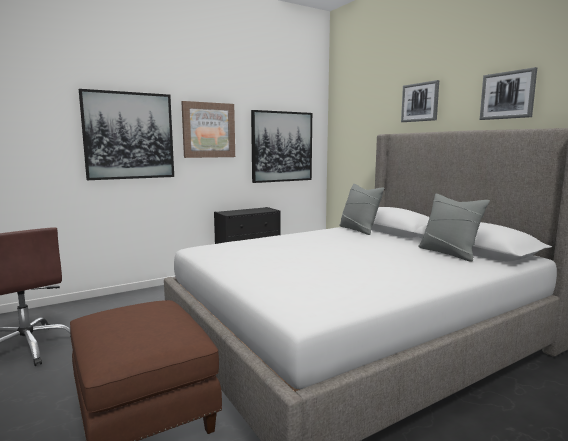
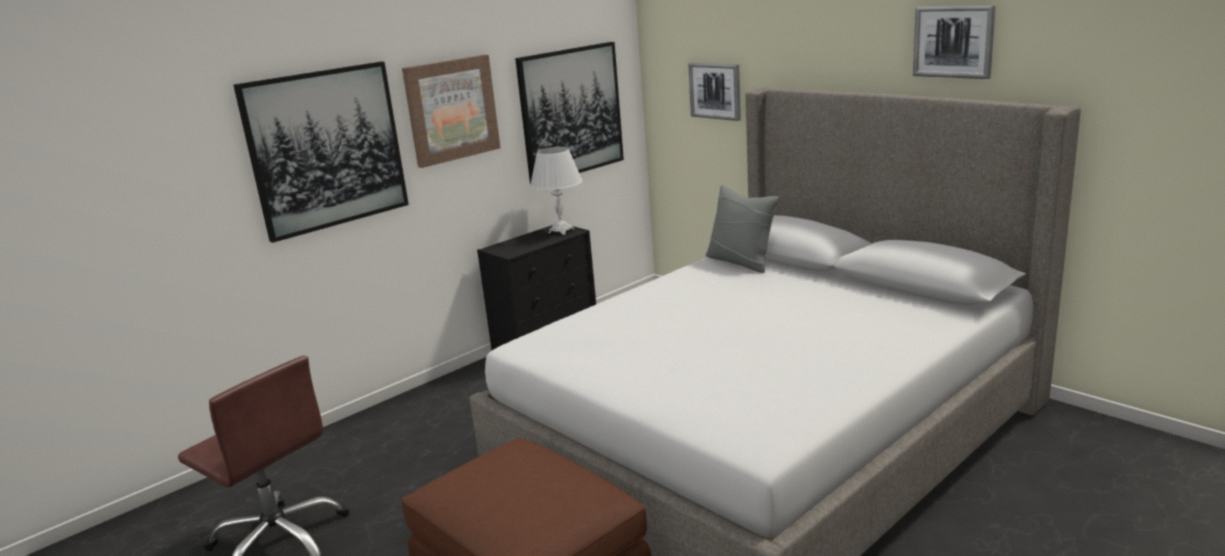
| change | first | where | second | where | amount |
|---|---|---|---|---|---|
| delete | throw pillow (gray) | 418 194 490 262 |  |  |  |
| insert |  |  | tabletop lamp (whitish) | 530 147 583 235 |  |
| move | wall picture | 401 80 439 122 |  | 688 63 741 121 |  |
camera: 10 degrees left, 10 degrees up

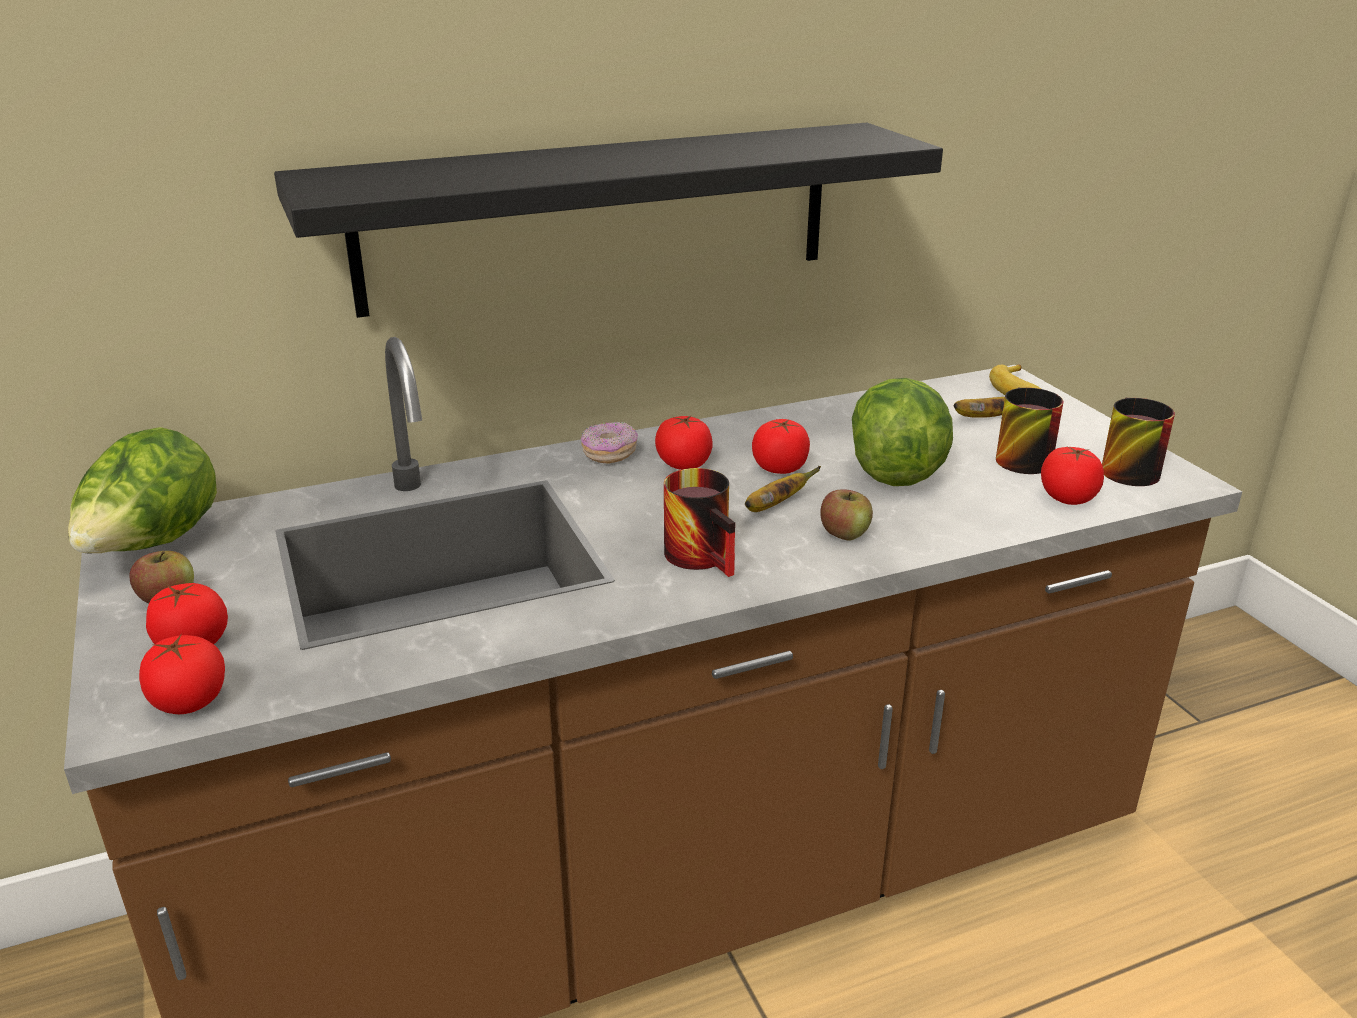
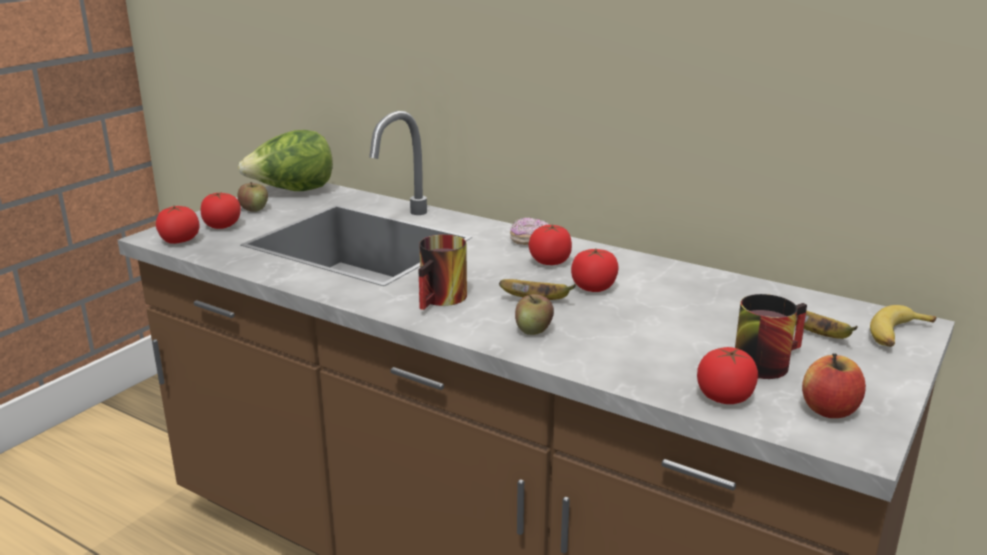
| change | first | where | second | where | amount |
|---|---|---|---|---|---|
| delete | bracket shelf (black-coloured) | 274 123 943 318 |  |  |  |
| delete | head of lettuce | 852 378 953 486 |  |  |  |
| replace | mug | 1102 398 1175 486 | whole apple | 802 353 866 418 |  |
camera: 55 degrees right, 5 degrees down

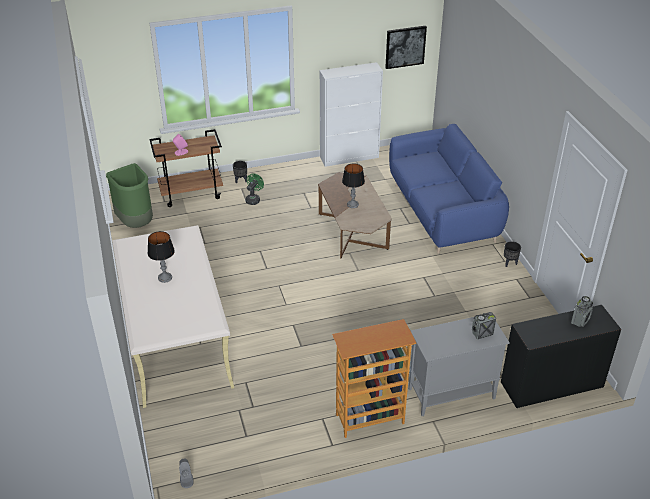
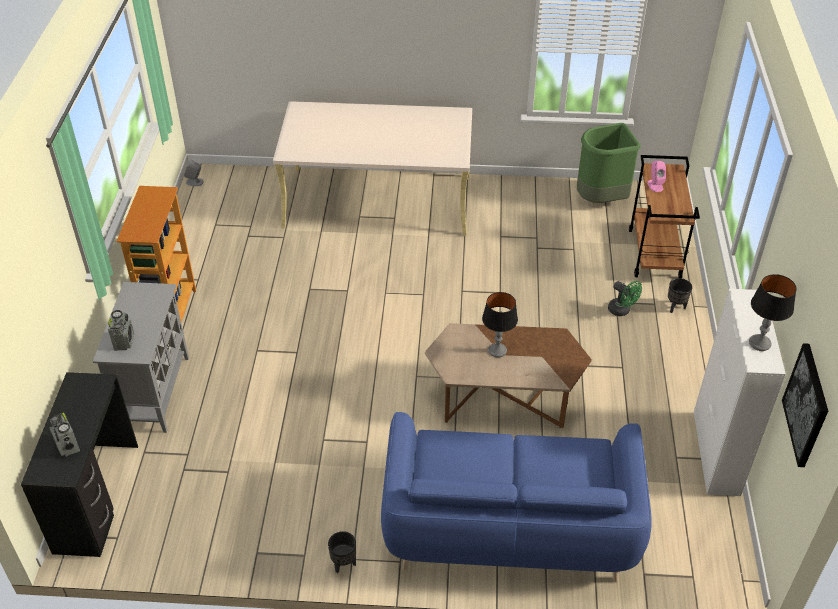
| change | first | where | second | where | amount |
|---|---|---|---|---|---|
| move | tabletop lamp | 148 231 175 283 |  | 749 274 797 351 |  |
camera: 110 degrees right, 5 degrees up

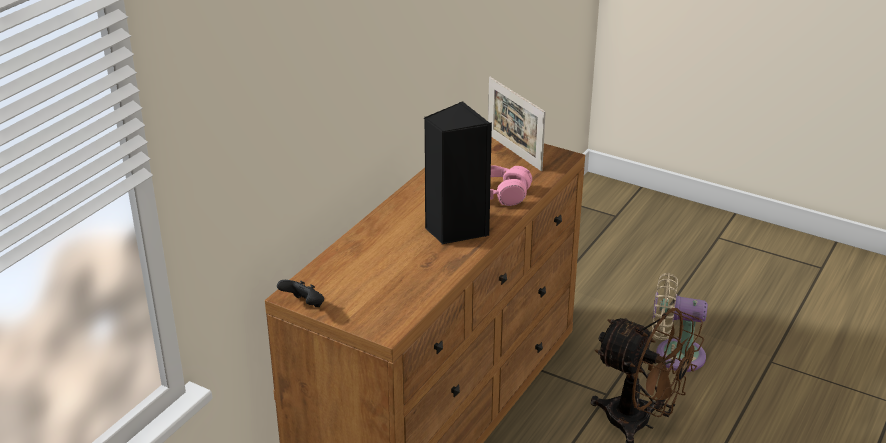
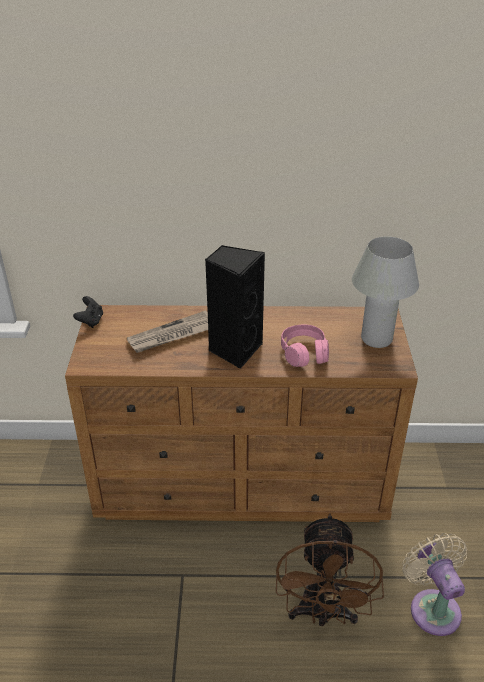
| change | first | where | second | where | amount |
|---|---|---|---|---|---|
| insert |  |  | printed paper | 127 310 208 353 |  |
| replace | standing frame | 488 77 546 171 | tabletop lamp (whitish) | 352 237 419 348 |  |
camera: 60 degrees right, 5 degrees up

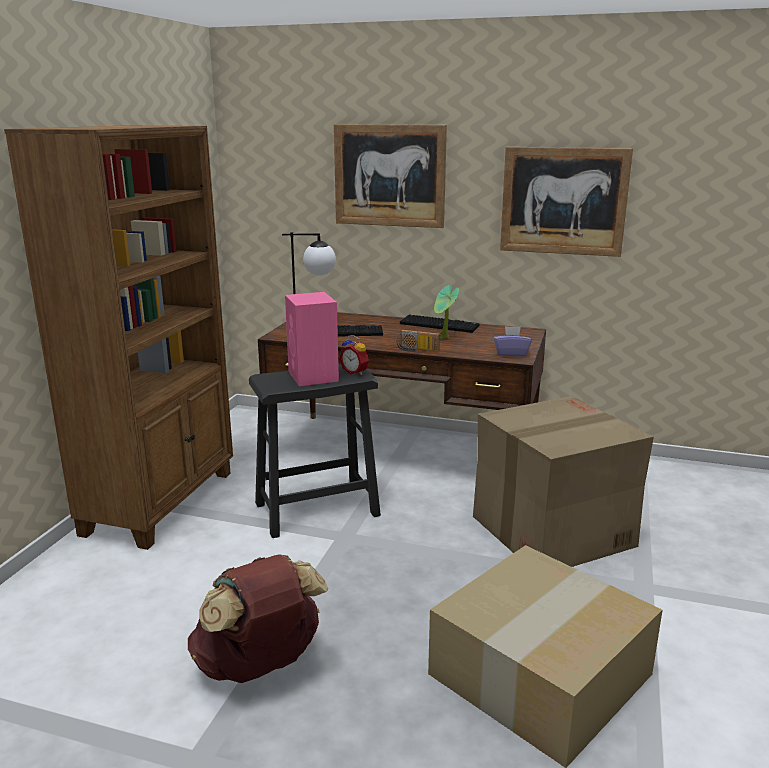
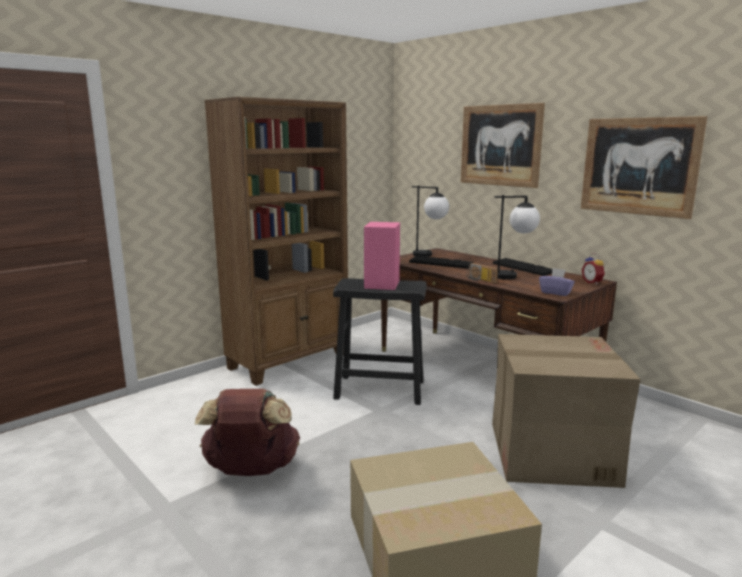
| change | first | where | second | where | amount |
|---|---|---|---|---|---|
| move | table clock | 339 335 369 375 |  | 582 253 605 284 |  |
| replace | plant in a pot | 434 285 459 339 | tabletop lamp | 495 195 540 280 |  |
camera: 30 degrees right, 5 degrees down

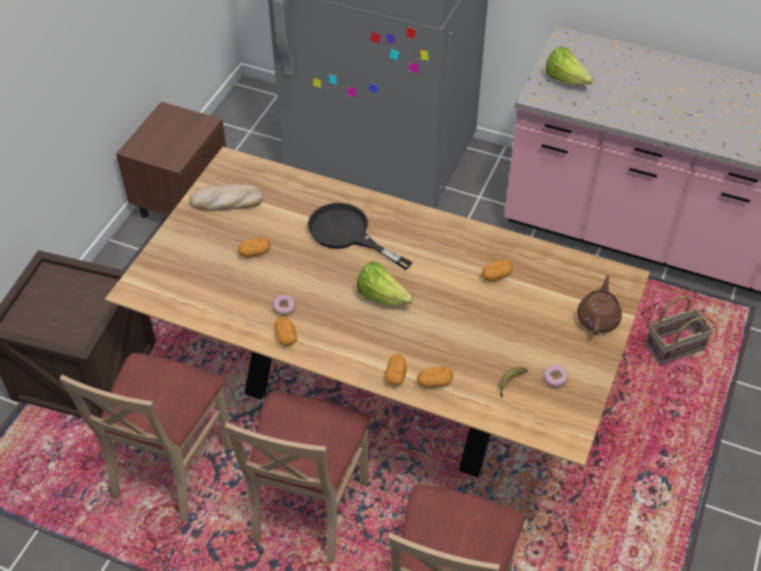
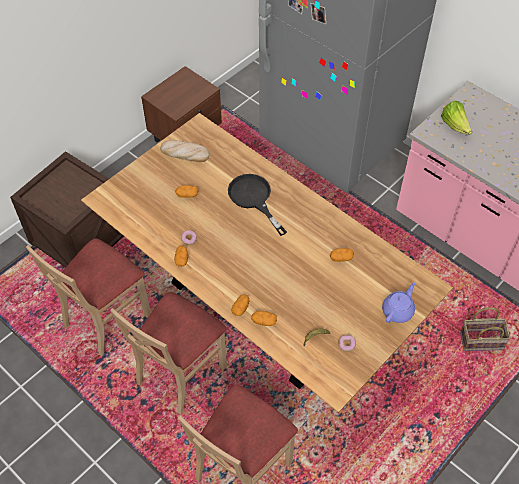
| change | first | where | second | where | amount |
|---|---|---|---|---|---|
| delete | head of lettuce | 357 261 414 306 |  |  |  |
| recolor | teapot (brown) | 577 275 622 335 | teapot (purple) | 382 282 415 323 |  |
camera: 20 degrees right, 5 degrees up

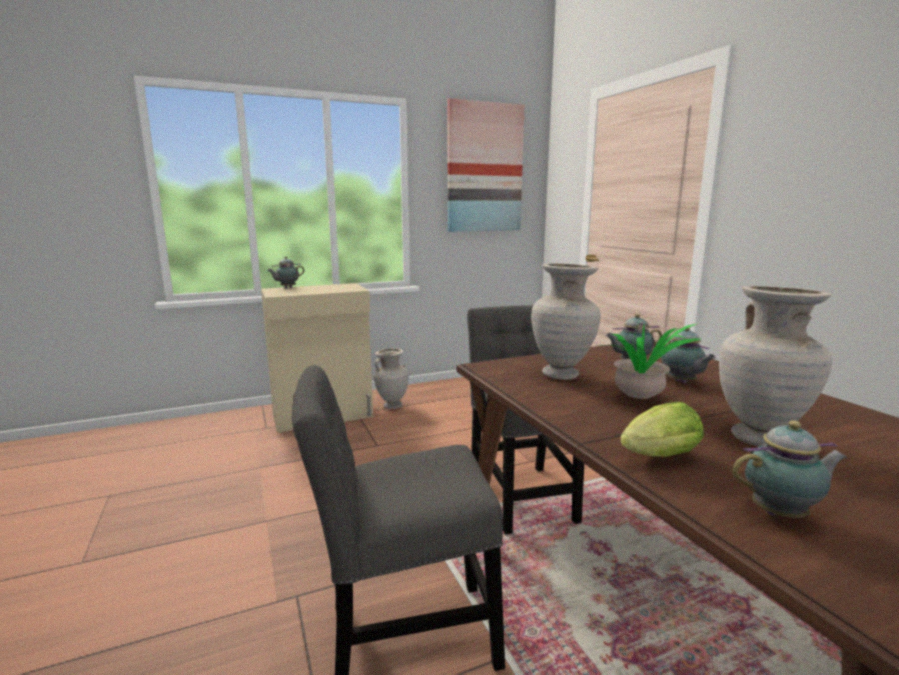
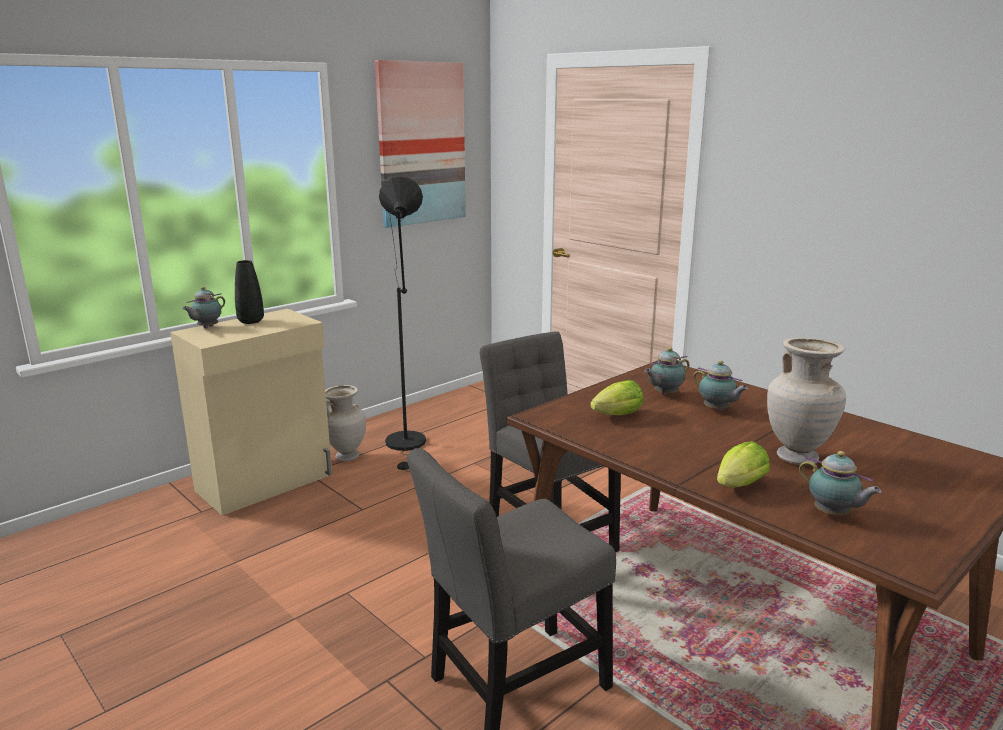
| change | first | where | second | where | amount |
|---|---|---|---|---|---|
| delete | plant in a pot | 599 322 700 399 |  |  |  |
| insert |  |  | decorative vase (black-coloured) | 235 260 264 324 |  |
| insert |  |  | standard lamp (black-coloured) | 379 177 426 471 |  |
| replace | decorative vase (beige) | 531 264 601 380 | head of lettuce | 590 380 644 415 |  |
| rotate | teapot | 732 420 847 518 |  | 799 451 882 516 | 75 degrees clockwise |
camera: 20 degrees left, 5 degrees up

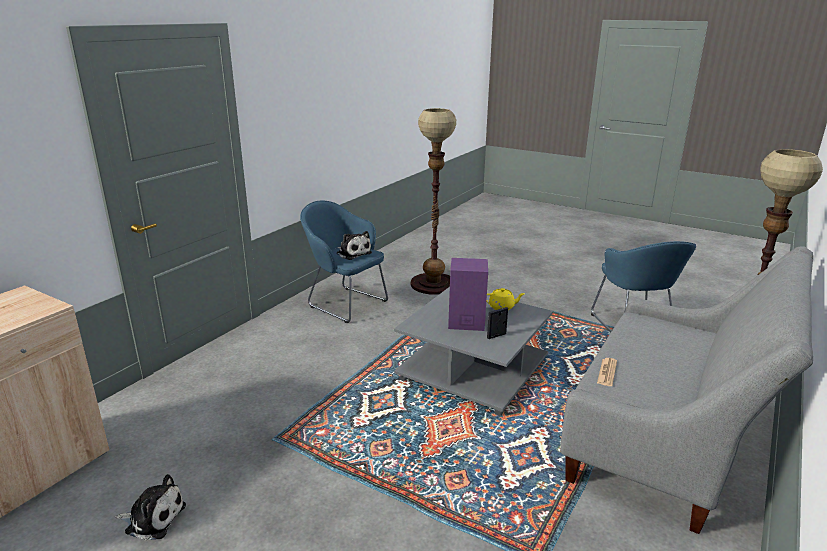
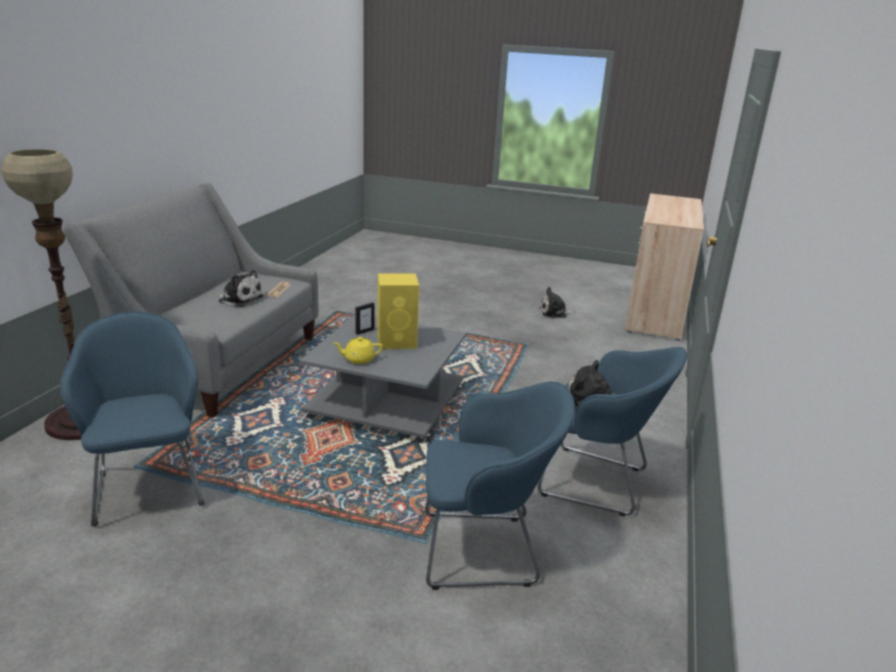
| change | first | where | second | where | amount |
|---|---|---|---|---|---|
| insert |  |  | plush toy | 214 270 264 307 |  |
| replace | standard lamp | 410 108 456 295 | armchair (blue-coloured) | 425 382 575 590 |  |
| recolor | loudspeaker (purple) | 448 258 488 331 | loudspeaker (yellowish) | 377 274 419 349 |  |
camera: 165 degrees right, 0 degrees up

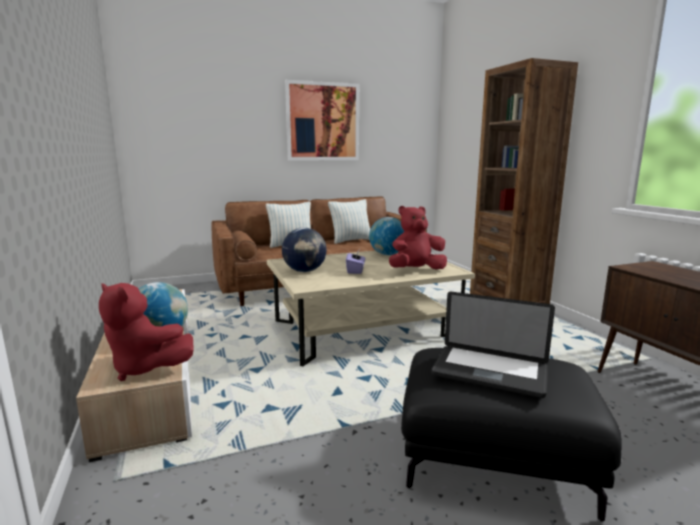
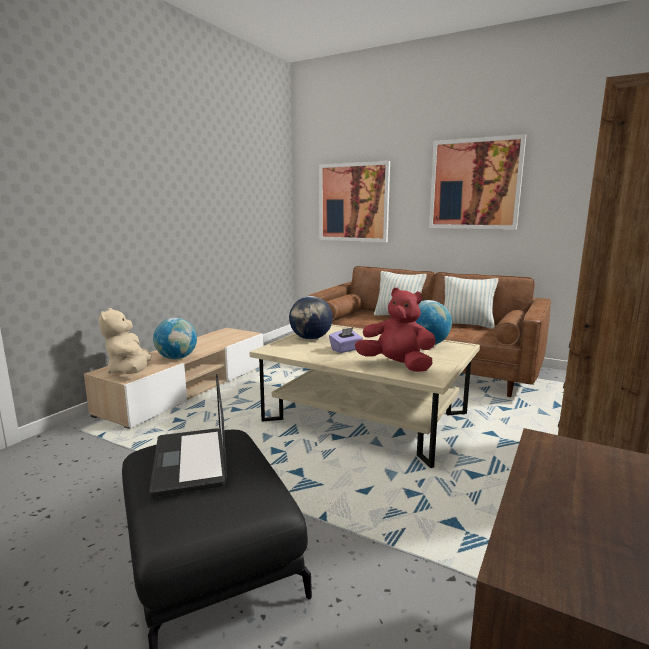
| change | first | where | second | where | amount |
|---|---|---|---|---|---|
| insert |  |  | wall picture | 319 161 390 242 |  |
| recolor | plush toy (reddish) | 99 283 194 381 | plush toy (beige) | 99 308 151 374 |  |
camera: 50 degrees right, 0 degrees up

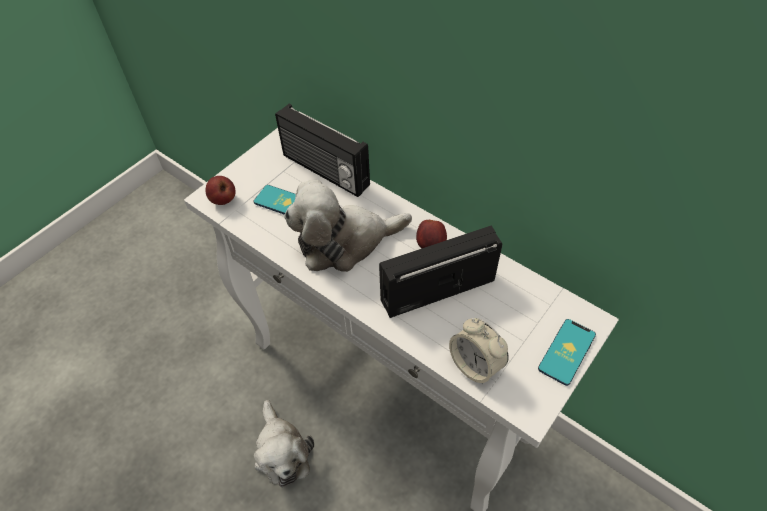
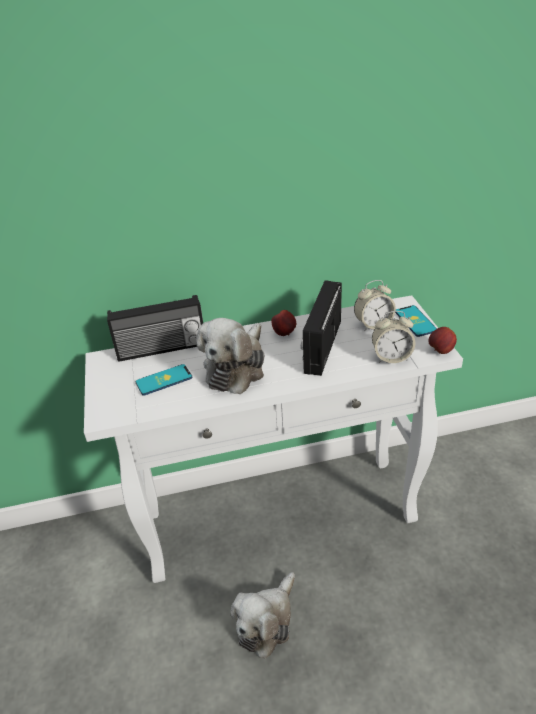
| change | first | where | second | where | amount |
|---|---|---|---|---|---|
| insert |  |  | table clock | 354 280 396 331 |  |
| move | whole apple | 206 176 236 205 |  | 428 327 457 354 |  |
| rotate | plush toy | 254 400 314 487 |  | 231 572 295 659 | 105 degrees clockwise |
camera: 50 degrees left, 15 degrees down

